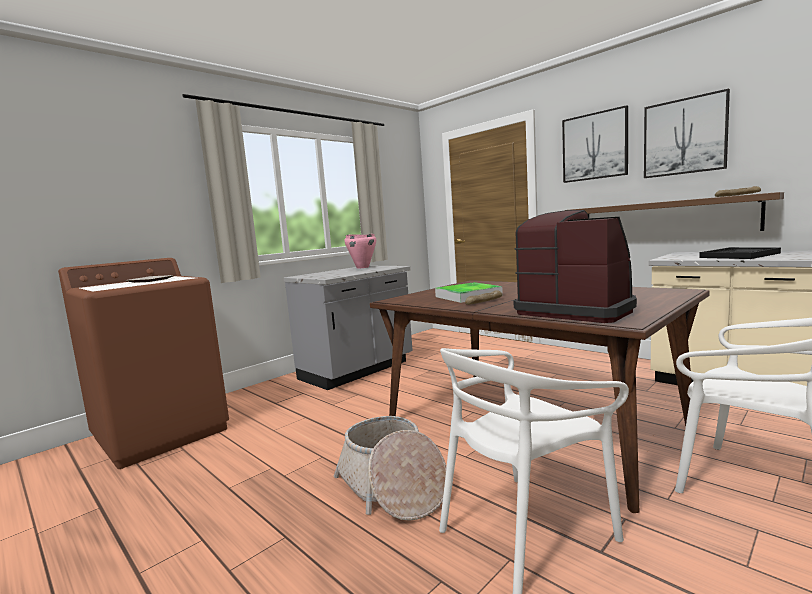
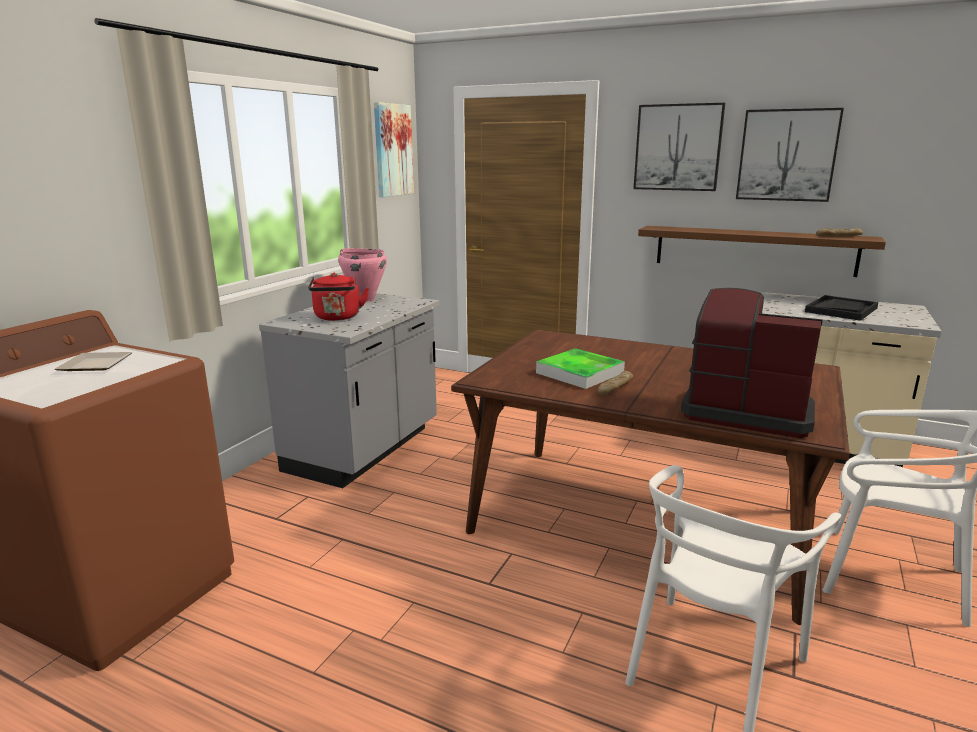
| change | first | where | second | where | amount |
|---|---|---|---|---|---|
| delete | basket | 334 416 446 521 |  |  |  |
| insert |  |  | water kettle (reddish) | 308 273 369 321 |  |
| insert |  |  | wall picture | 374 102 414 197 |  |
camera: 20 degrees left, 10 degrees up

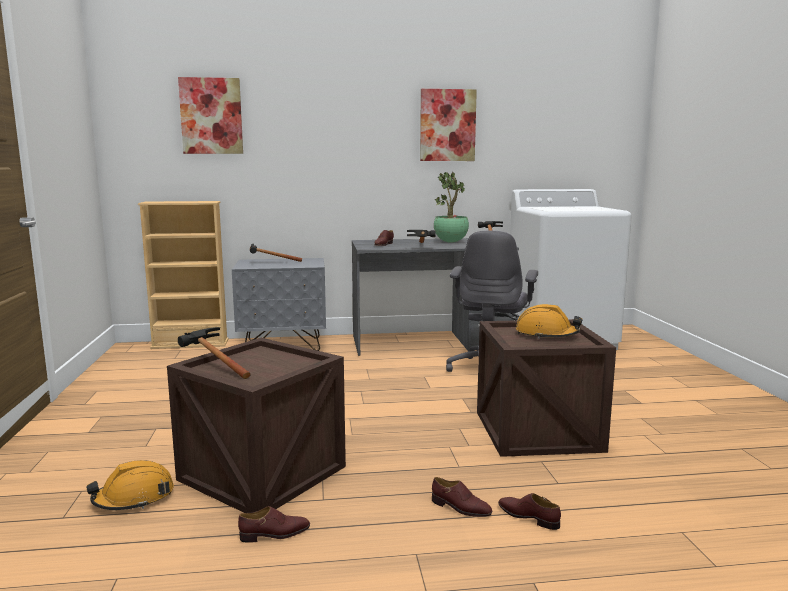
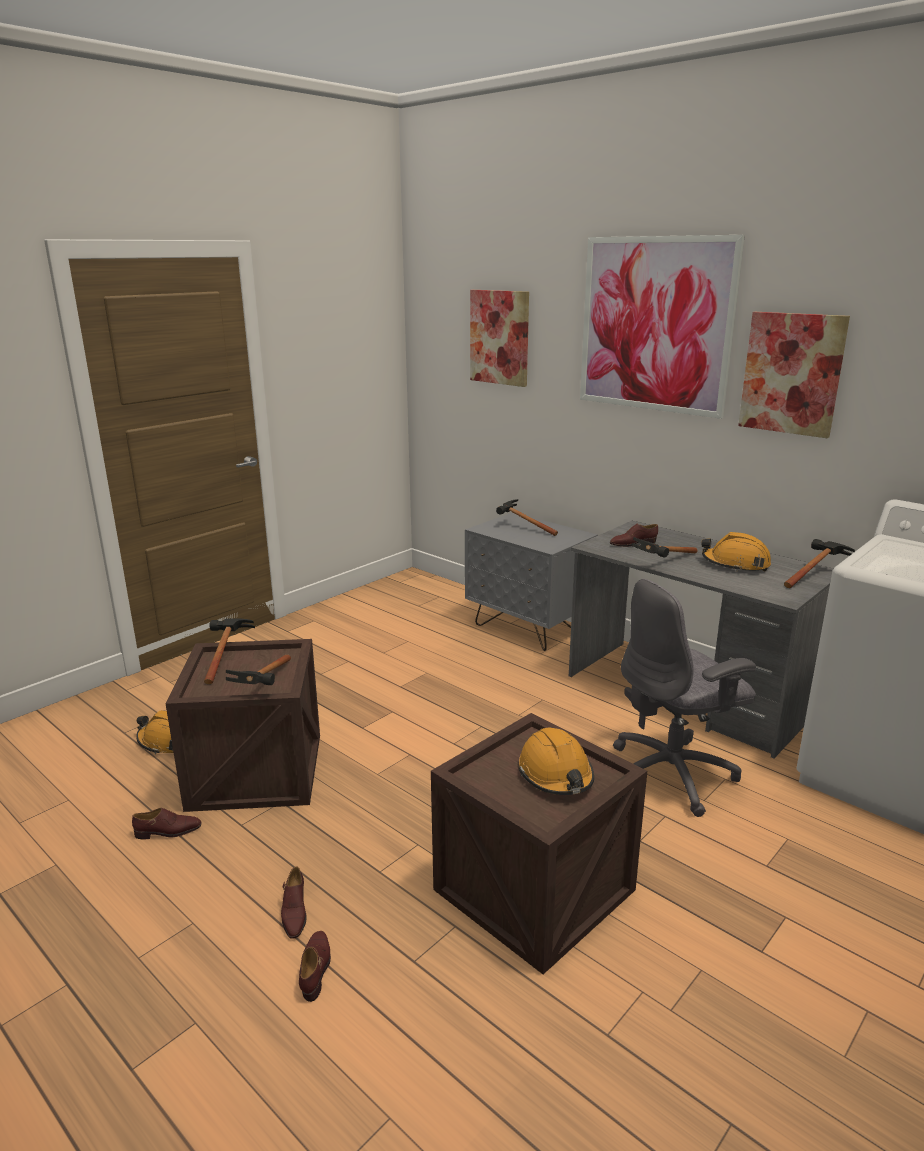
| change | first | where | second | where | amount |
|---|---|---|---|---|---|
| delete | shelving unit (beige) | 138 201 229 349 |  |  |  |
| insert |  |  | tool hammer | 226 655 291 685 |  |
| insert |  |  | wall picture | 580 235 745 419 |  |
| replace | plant in a pot | 434 172 469 243 | safety helmet (orangey) | 701 532 771 572 |  |
| rotate | item of footwear (brown) | 238 506 310 543 |  | 132 808 202 839 | 45 degrees counterclockwise |
camera: 50 degrees right, 10 degrees up

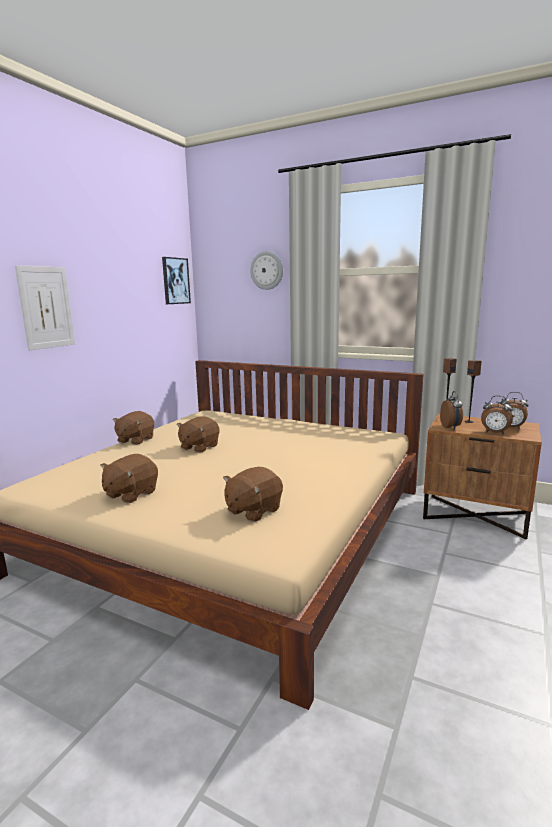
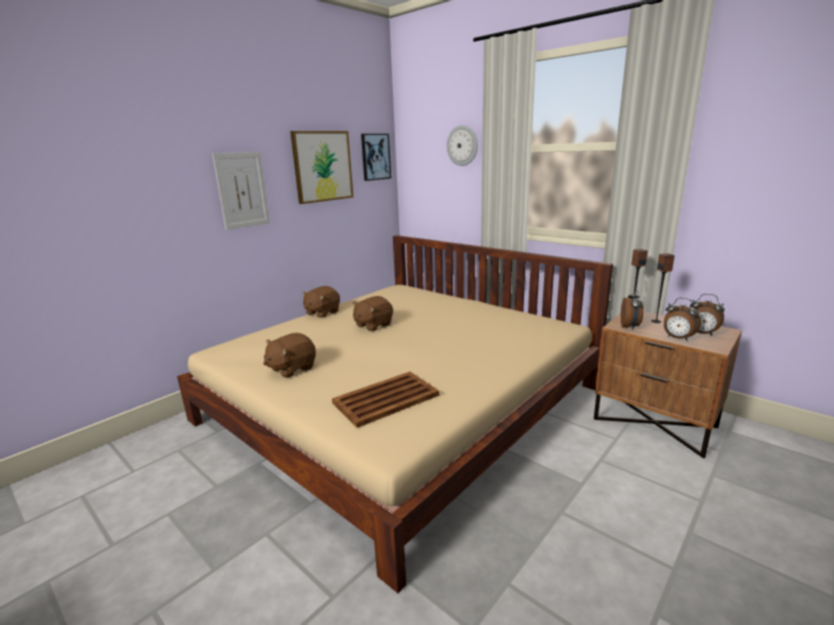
| change | first | where | second | where | amount |
|---|---|---|---|---|---|
| insert |  |  | wall picture | 290 131 353 204 |  |
| replace | plush toy (brown) | 223 467 283 522 | carrying tray (brown) | 332 372 439 428 |  |
camera: 15 degrees right, 5 degrees up

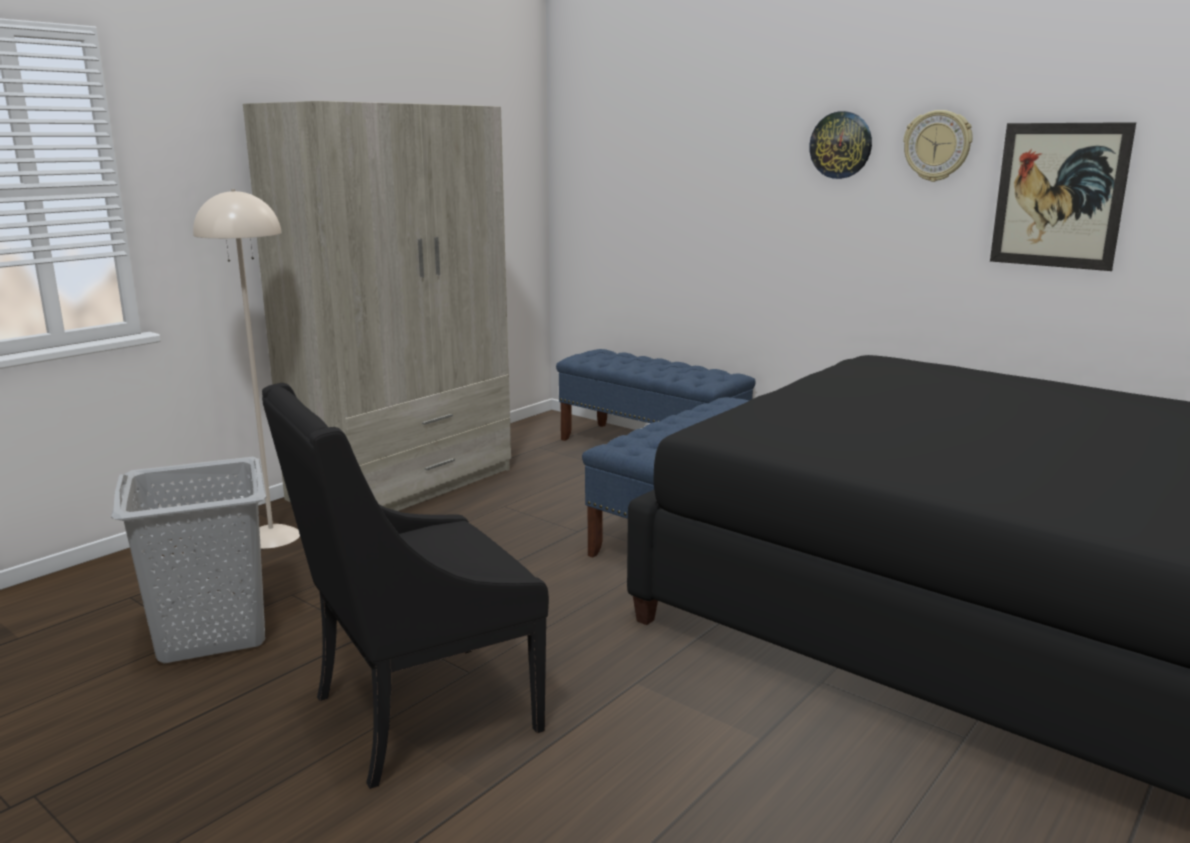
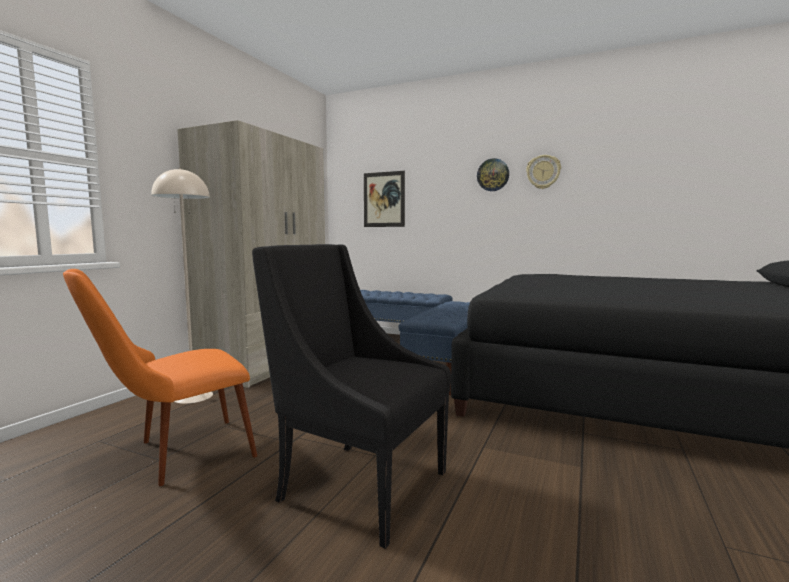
| change | first | where | second | where | amount |
|---|---|---|---|---|---|
| move | wall picture | 990 122 1136 271 |  | 364 171 405 227 |  |
| replace | laundry basket (gray) | 111 457 266 664 | upright chair (orangey) | 63 269 257 486 |  |
| rotate | armchair (black-coloured) | 262 383 549 789 |  | 252 244 451 549 | 75 degrees clockwise |
camera: 15 degrees left, 10 degrees down

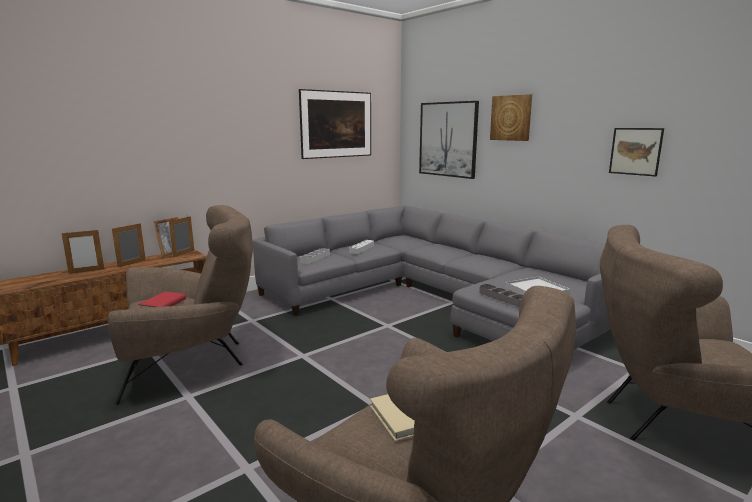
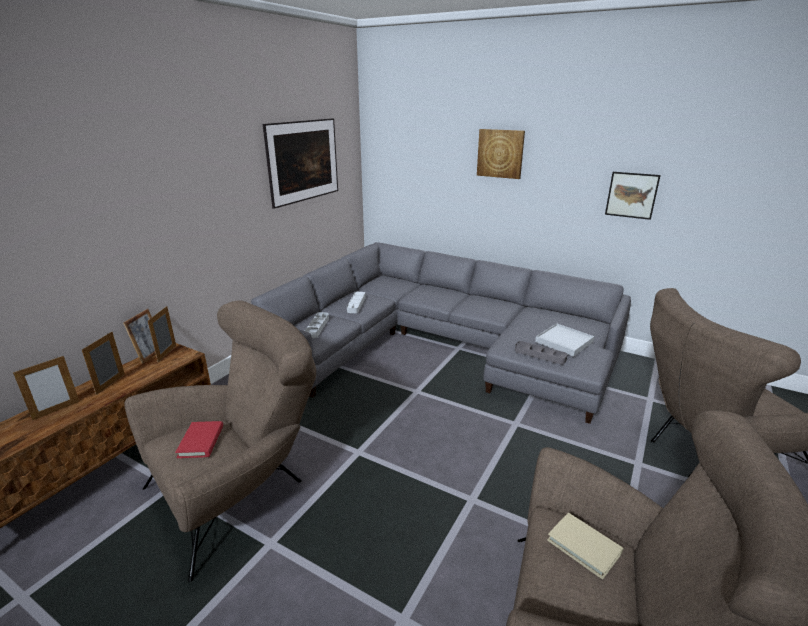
| change | first | where | second | where | amount |
|---|---|---|---|---|---|
| delete | wall picture | 419 101 479 179 |  |  |  |
camera: 20 degrees left, 10 degrees up

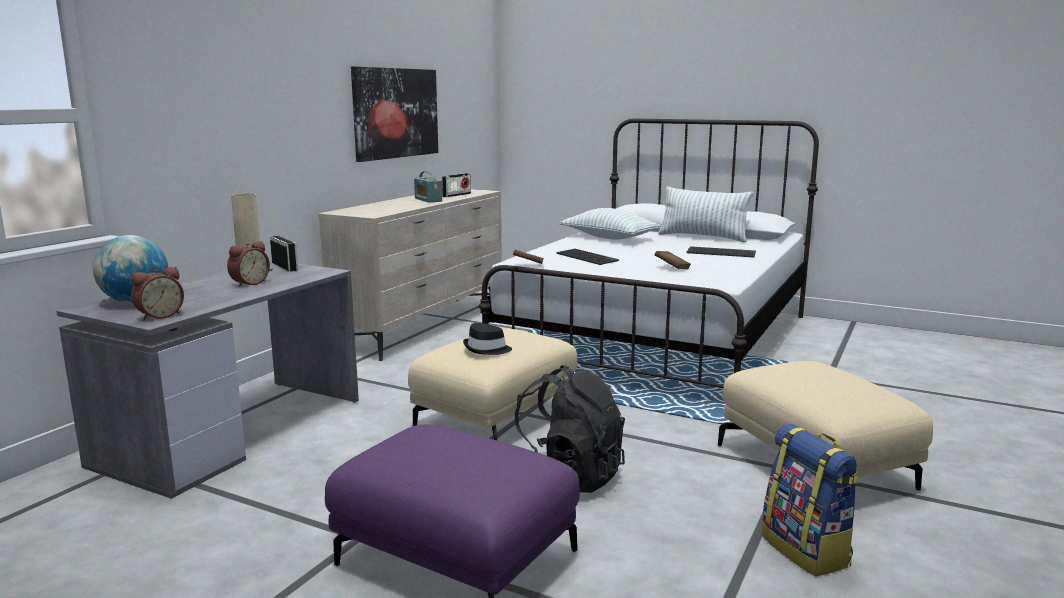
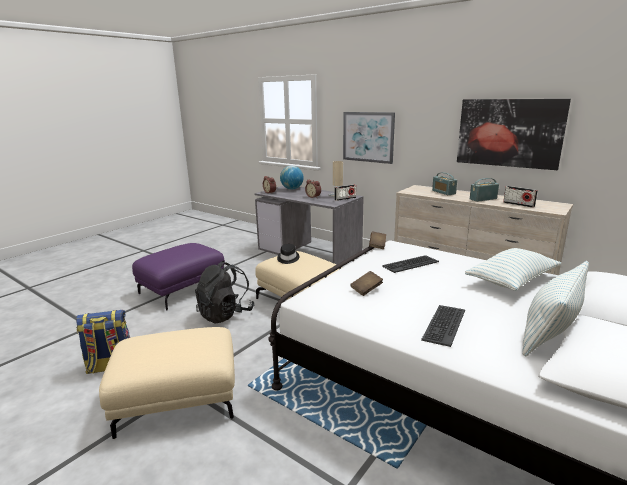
| change | first | where | second | where | amount |
|---|---|---|---|---|---|
| insert |  |  | wall picture | 343 112 395 164 |  |
| insert |  |  | radio | 432 172 457 195 |  |
camera: 100 degrees right, 5 degrees up

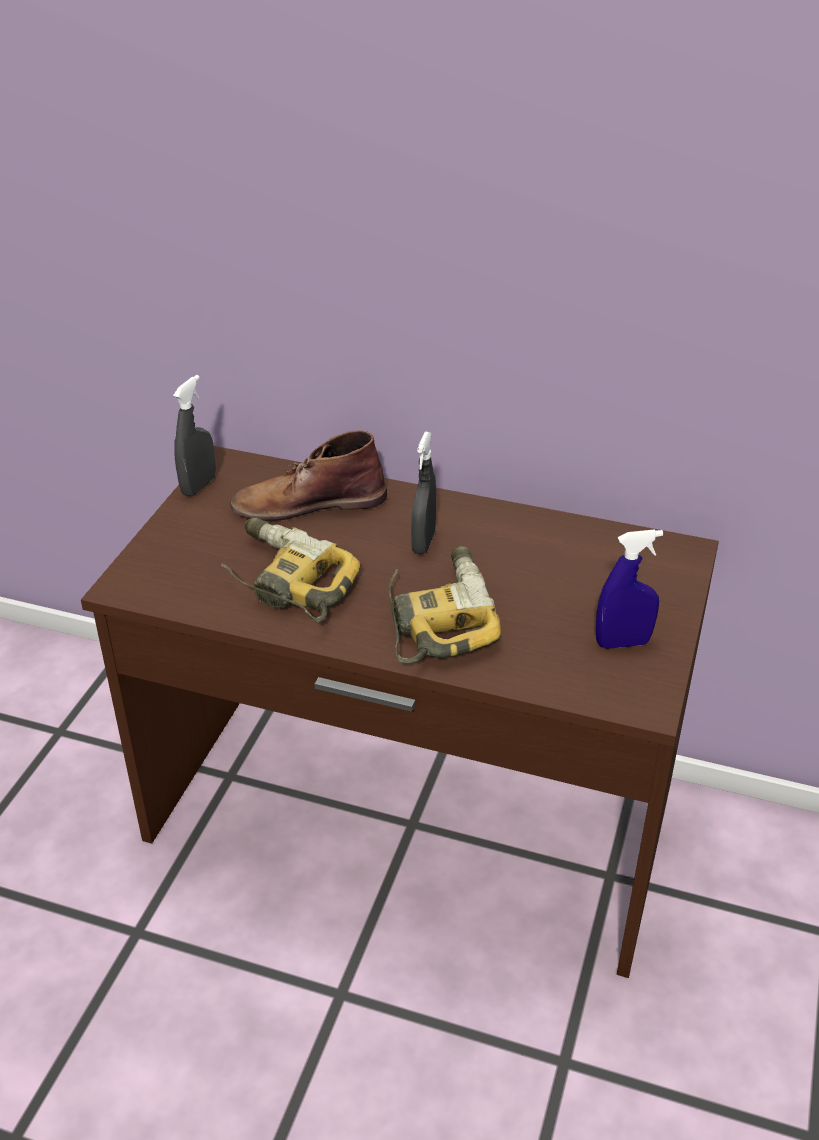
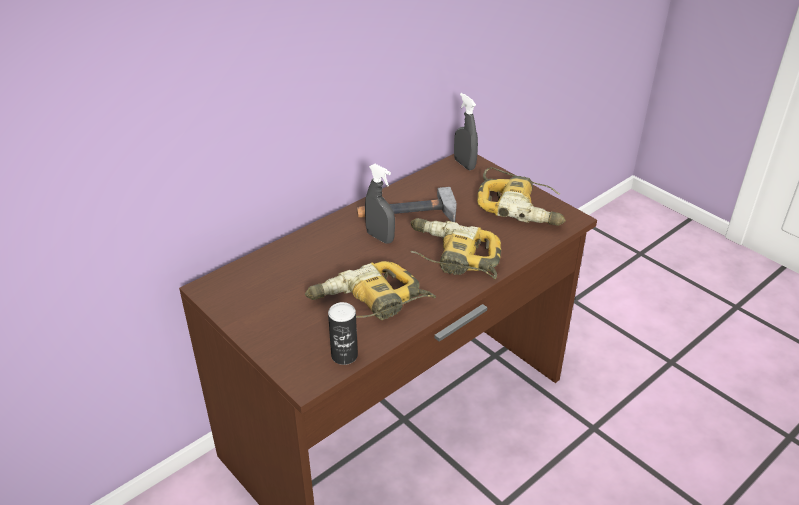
| change | first | where | second | where | amount |
|---|---|---|---|---|---|
| delete | tall boot (brown) | 230 430 387 521 |  |  |  |
| insert |  |  | metal can | 328 302 358 365 |  |
| insert |  |  | tool hammer | 357 187 457 222 |  |
| move | spray bottle (gray) | 173 375 216 497 |  | 454 93 478 170 |  |
| replace | spray bottle (blue-coloured) | 596 529 663 649 | power drill | 477 167 566 226 |  |
camera: 60 degrees left, 0 degrees up

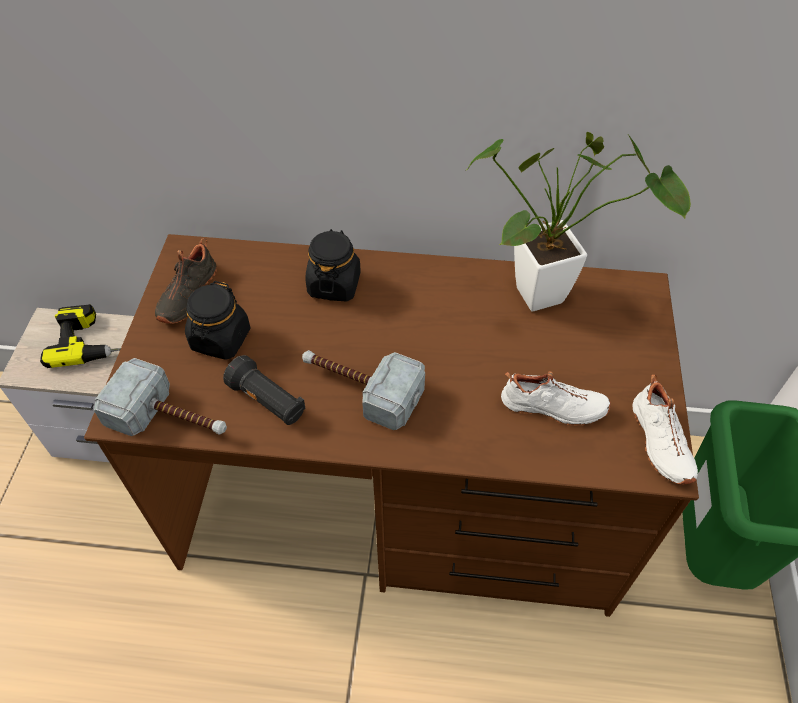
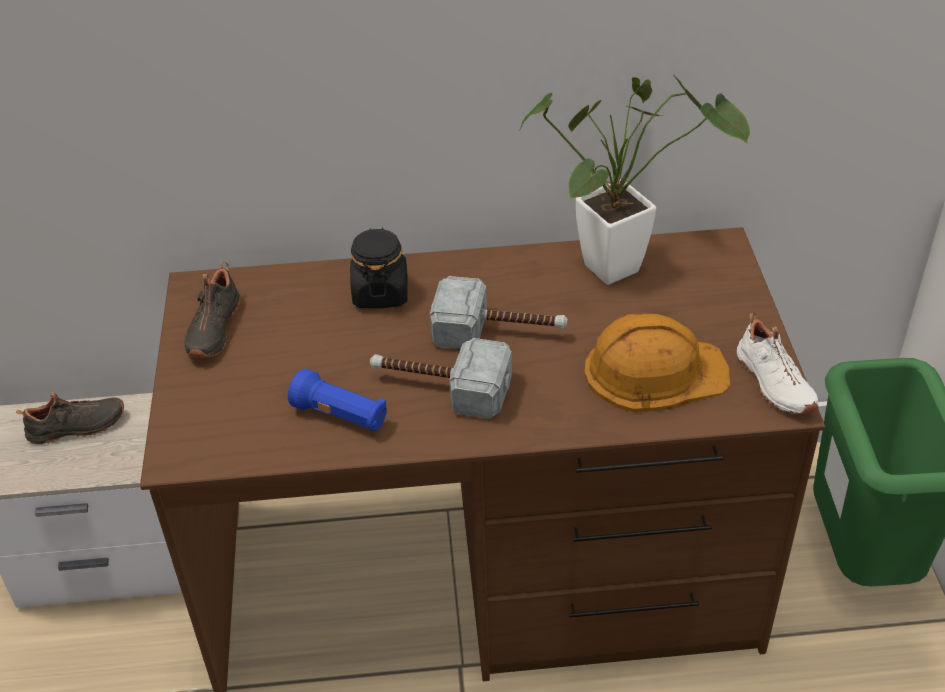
| change | first | where | second | where | amount |
|---|---|---|---|---|---|
| delete | preserve jar (black-coloured) | 185 281 250 360 |  |  |  |
| move | tool hammer | 94 358 227 436 |  | 429 276 568 349 |  |
| replace | power drill | 40 304 121 368 | item of footwear (black-coloured) | 16 392 124 444 |  |
| replace | item of footwear (whitish) | 501 371 611 426 | safety helmet (orangey) | 584 314 730 412 |  |
| recolor | hand torch (black-coloured) | 223 355 305 425 | hand torch (blue-coloured) | 288 369 387 431 |  |
camera: 10 degrees left, 10 degrees down

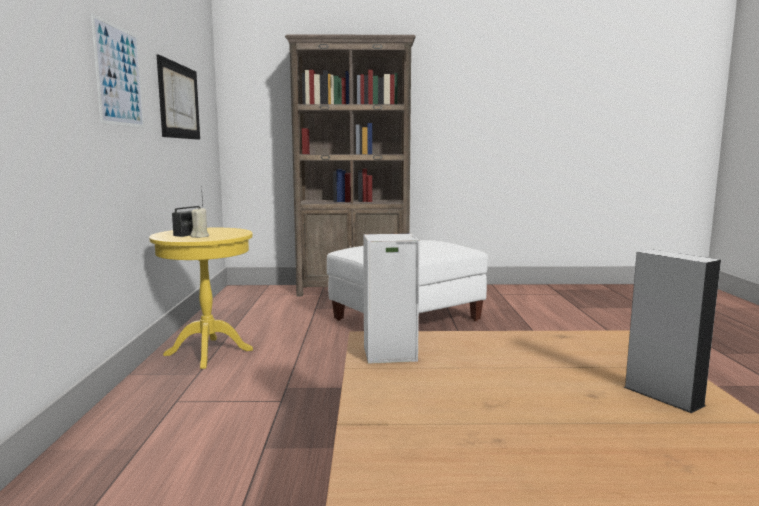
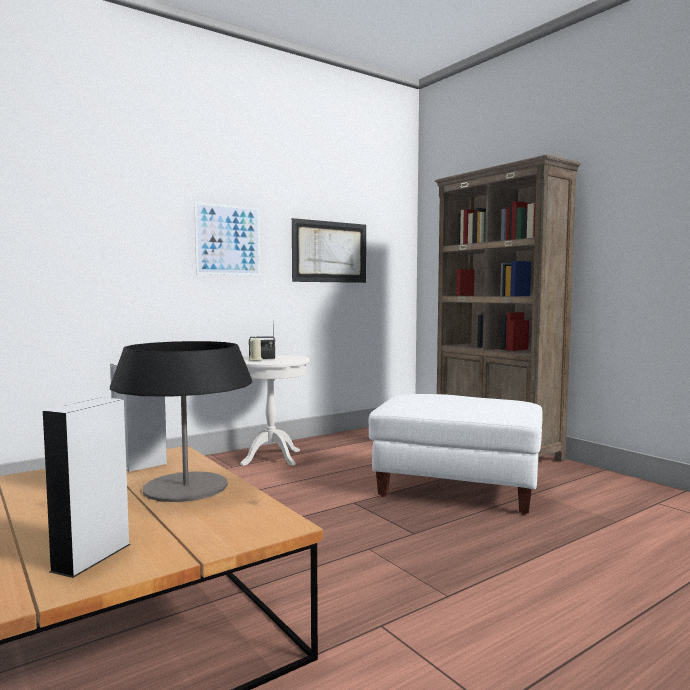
| change | first | where | second | where | amount |
|---|---|---|---|---|---|
| insert |  |  | tabletop lamp | 110 341 252 502 |  |
| recolor | accent table (yellowish) | 149 228 253 369 | accent table (whitish) | 240 355 310 466 |  |
camera: 55 degrees right, 5 degrees down

